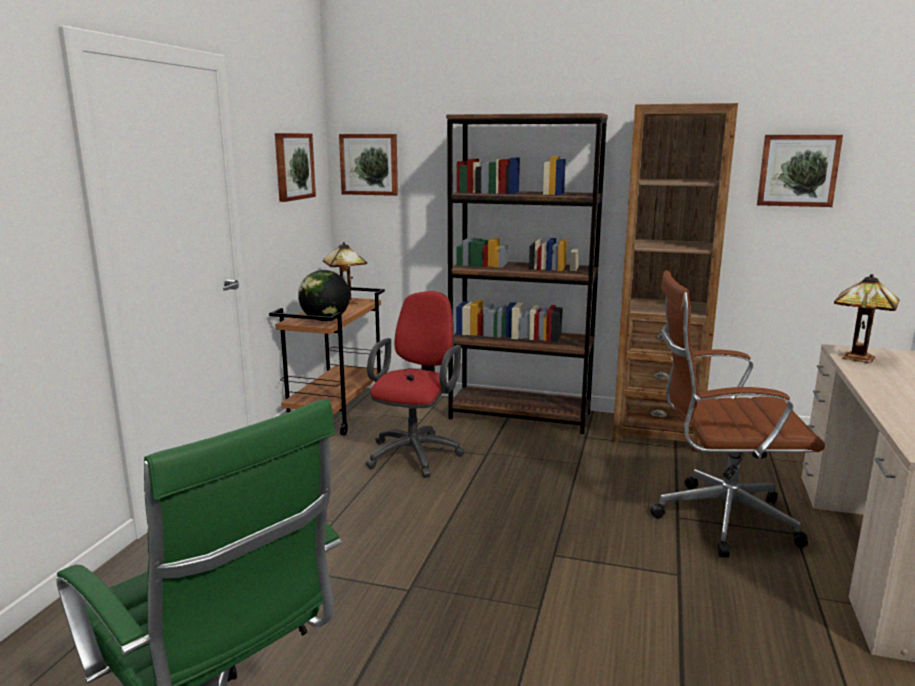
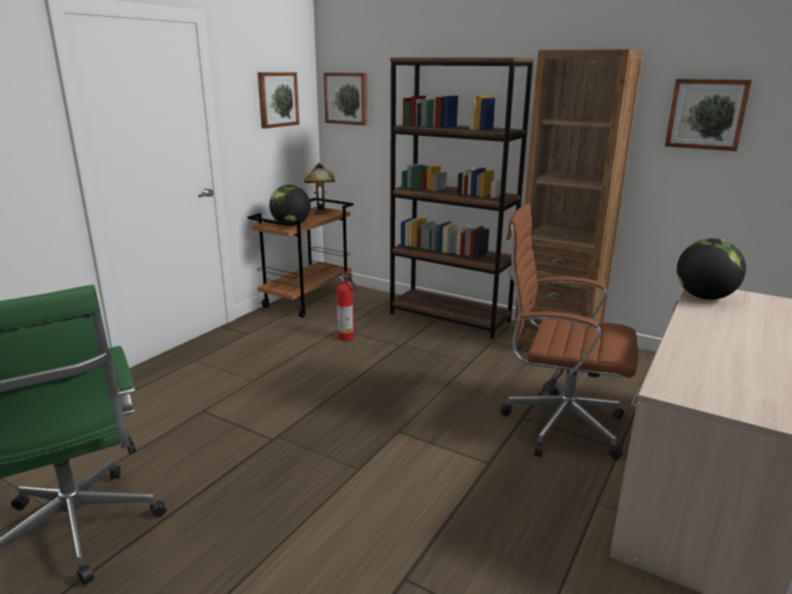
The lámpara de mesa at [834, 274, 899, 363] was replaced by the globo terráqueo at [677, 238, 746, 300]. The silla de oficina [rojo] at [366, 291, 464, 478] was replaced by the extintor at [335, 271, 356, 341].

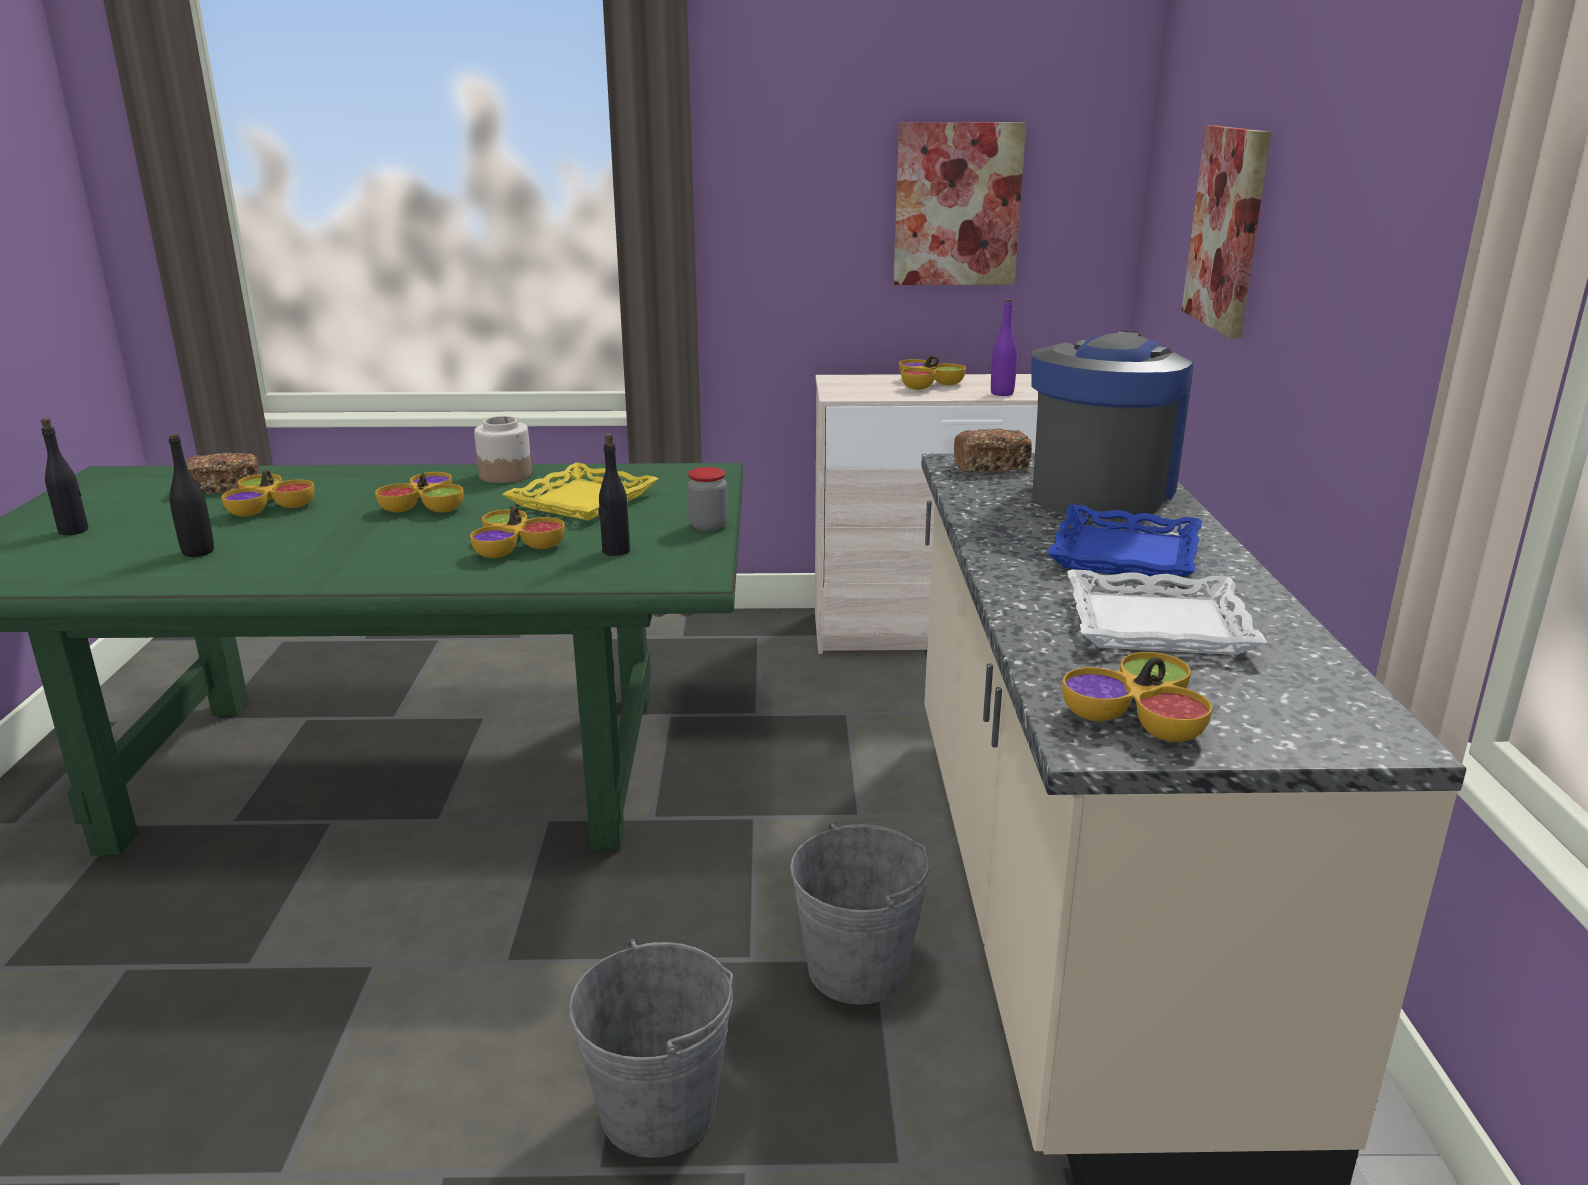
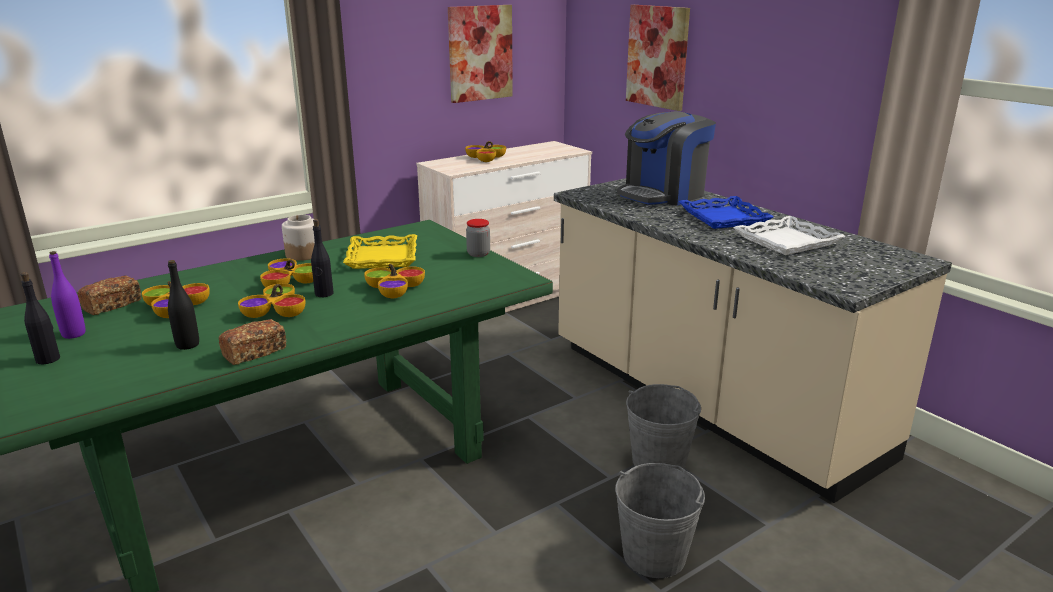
The botella [morado] moved from [991, 299, 1017, 396] to [49, 251, 86, 339]. The cafetera at [1031, 331, 1194, 519] turned 120 degrees counterclockwise. The pan moved from [954, 429, 1032, 472] to [219, 319, 287, 365]. The botella [negro] moved from [598, 433, 630, 556] to [311, 219, 334, 297]. The cuenco moved from [1062, 652, 1212, 742] to [238, 283, 305, 318].

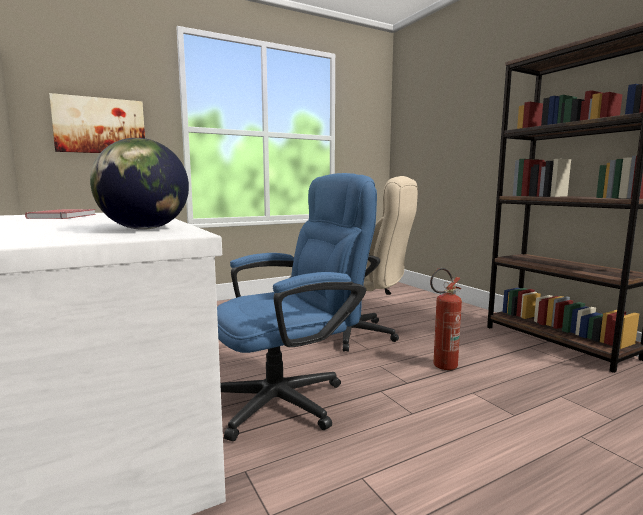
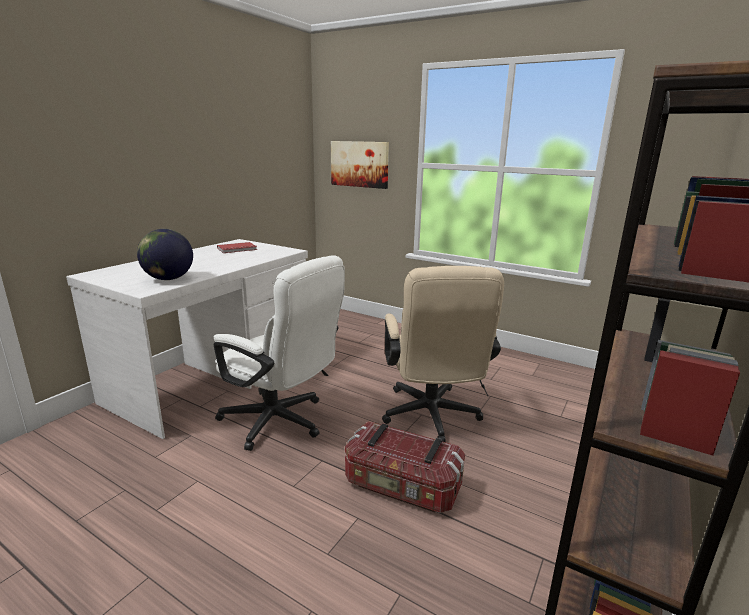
The silla de oficina [azul] at [217, 173, 377, 441] became the silla de oficina [blanco] at [214, 255, 345, 451]. The extintor at [430, 268, 462, 370] was replaced by the caja de almacenaje at [345, 421, 465, 513].

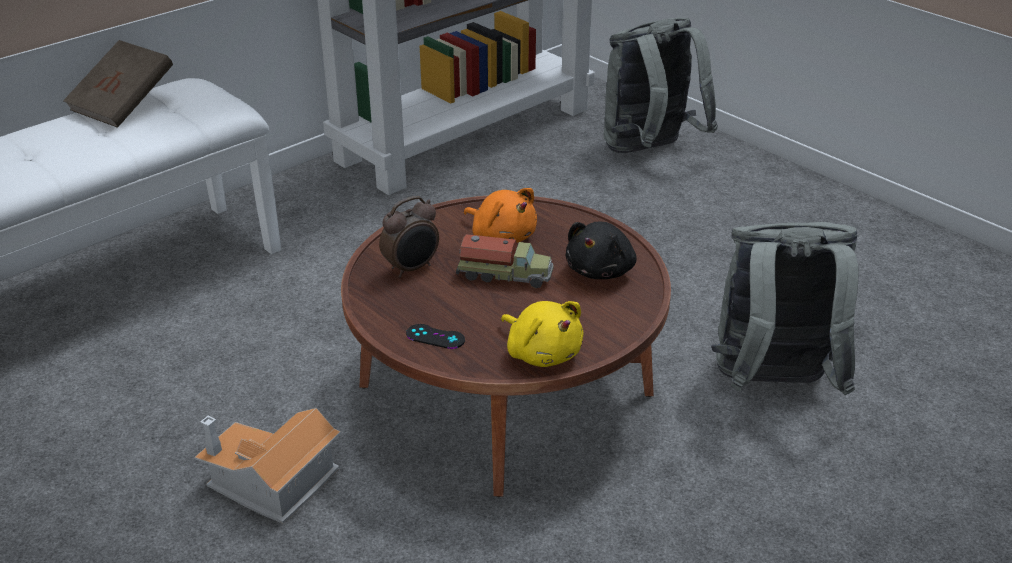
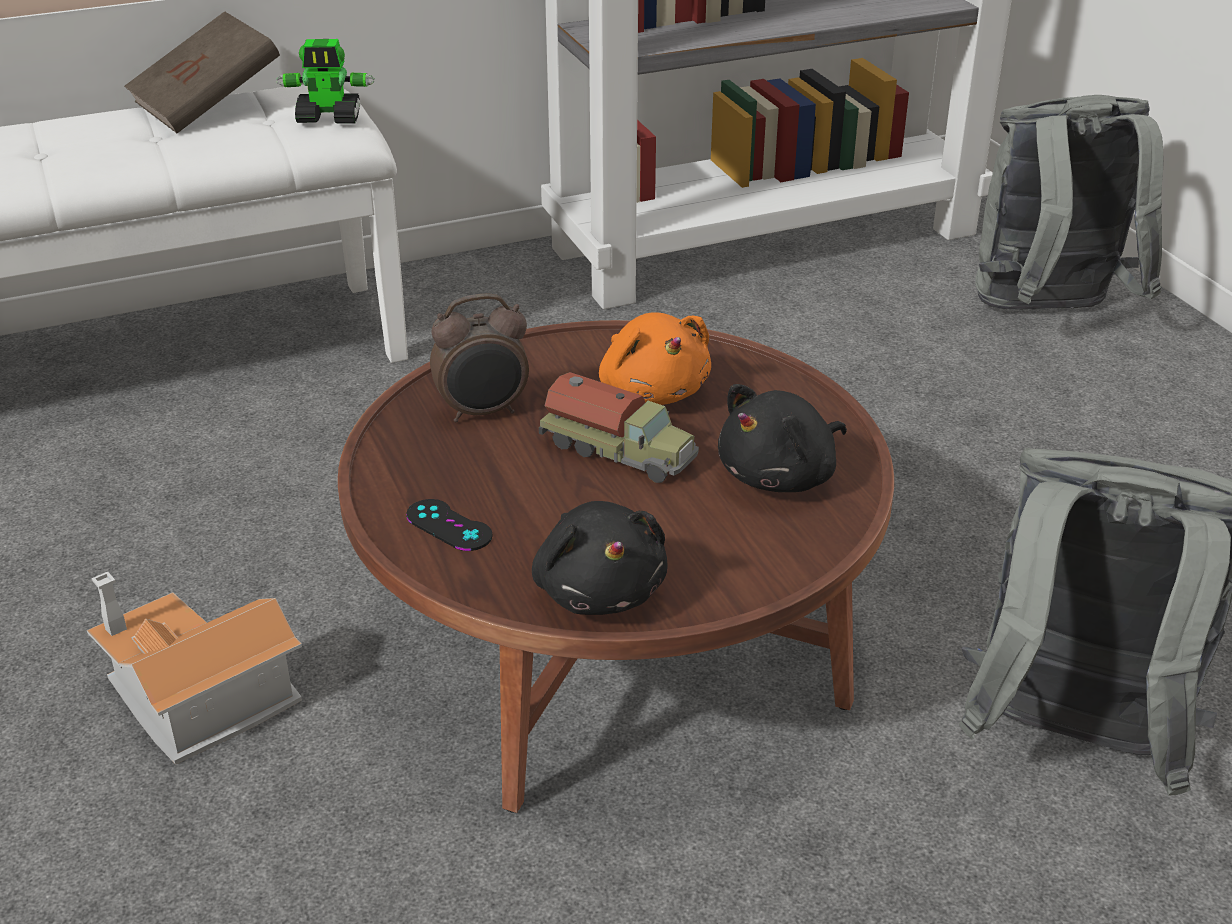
The peluche [amarillo] at [501, 301, 583, 367] became the peluche [negro] at [532, 501, 668, 615]. The robot de juguete at [276, 39, 375, 123] appeared.

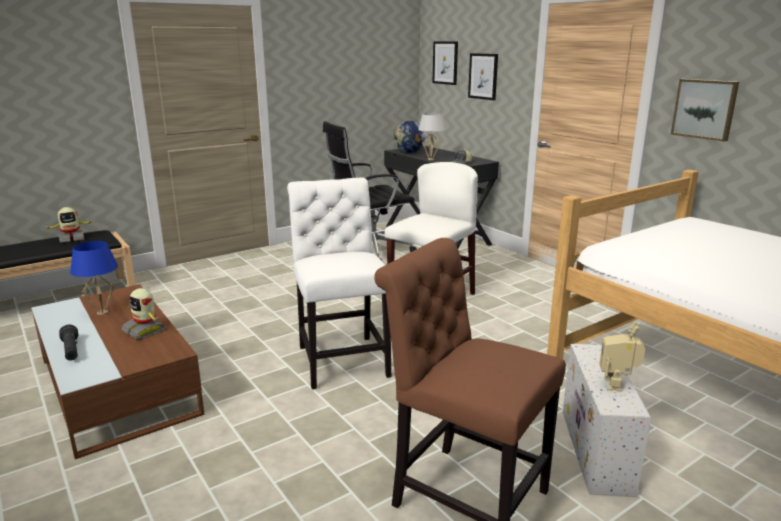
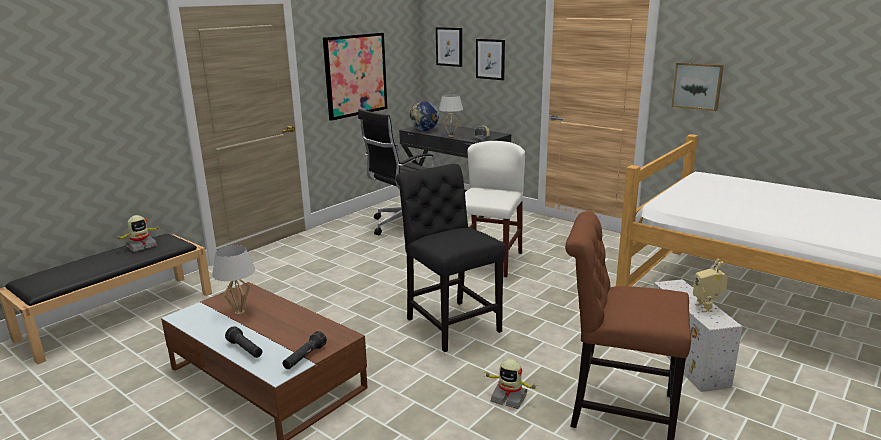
The silla [blanco] at [287, 178, 391, 389] became the silla [negro] at [396, 164, 506, 352]. The lámpara de mesa [azul] at [70, 241, 118, 315] became the lámpara de mesa [blanco] at [212, 245, 255, 315]. The robot de juguete moved from [121, 288, 166, 339] to [484, 359, 538, 409]. The cuadro at [323, 32, 387, 121] appeared. The linterna [negro] at [283, 331, 327, 369] appeared.

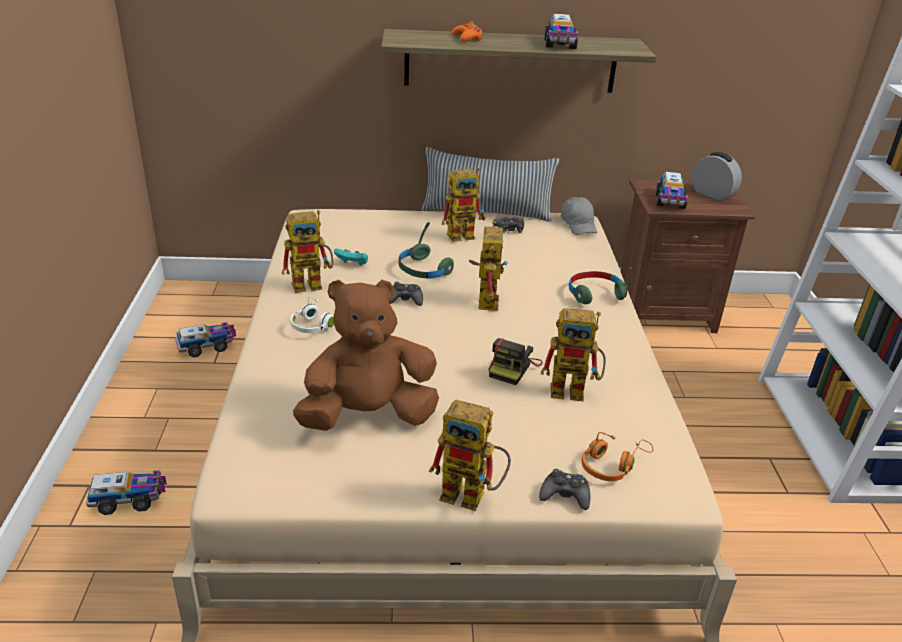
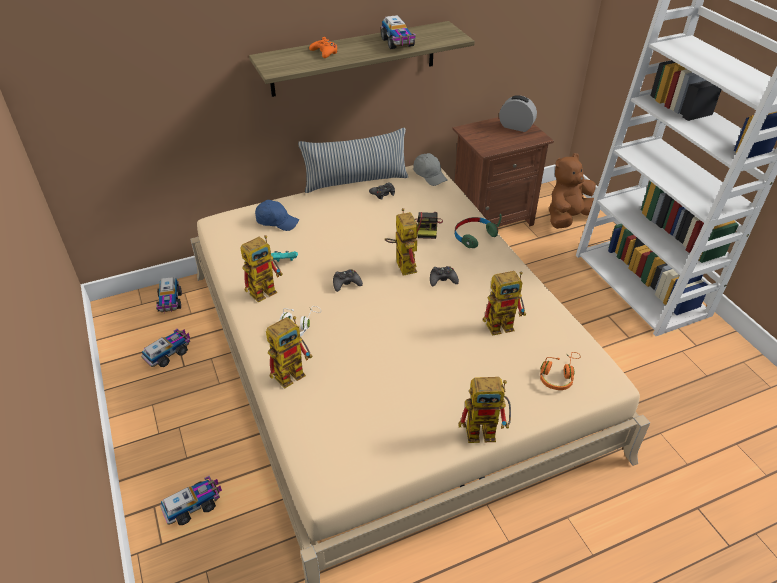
The robot de juguete moved from [442, 167, 486, 242] to [266, 316, 312, 388]. The camión de juguete moved from [656, 172, 688, 209] to [156, 277, 182, 314]. The auriculares [verde] at [399, 222, 454, 278] disappeared. The peluche [marrón] moved from [293, 280, 439, 431] to [549, 153, 596, 229]. The cámara moved from [488, 338, 543, 385] to [415, 212, 443, 239]. The mando de consola [negro] moved from [539, 469, 590, 510] to [430, 266, 459, 286]. The gorra [azul] at [255, 200, 299, 231] appeared.

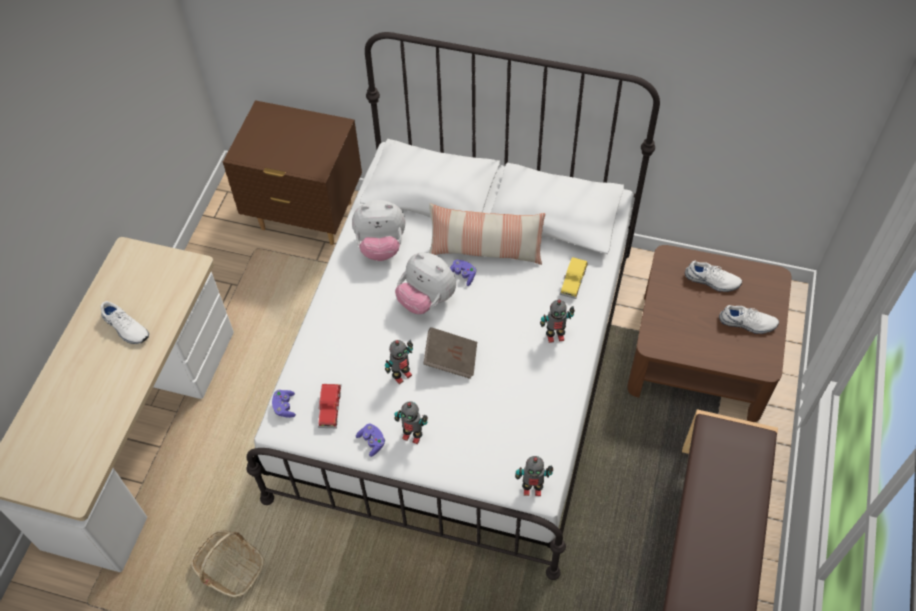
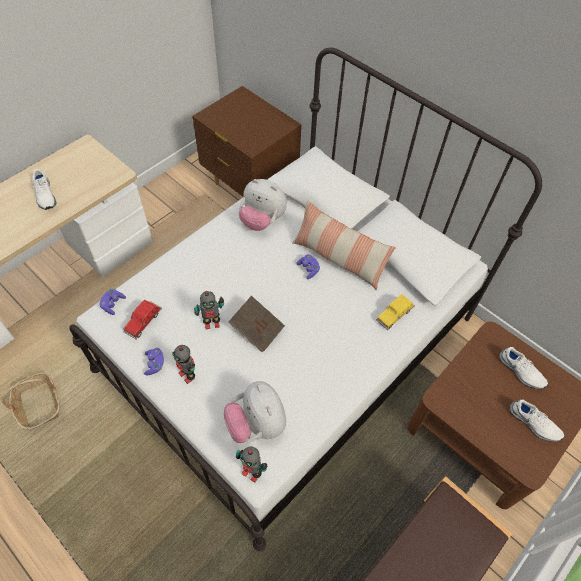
The peluche moved from [395, 252, 456, 314] to [224, 381, 286, 443]. The robot de juguete at [540, 300, 575, 343] disappeared.

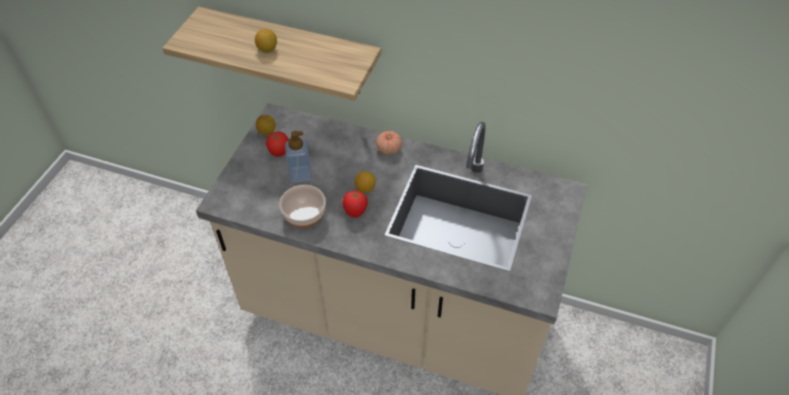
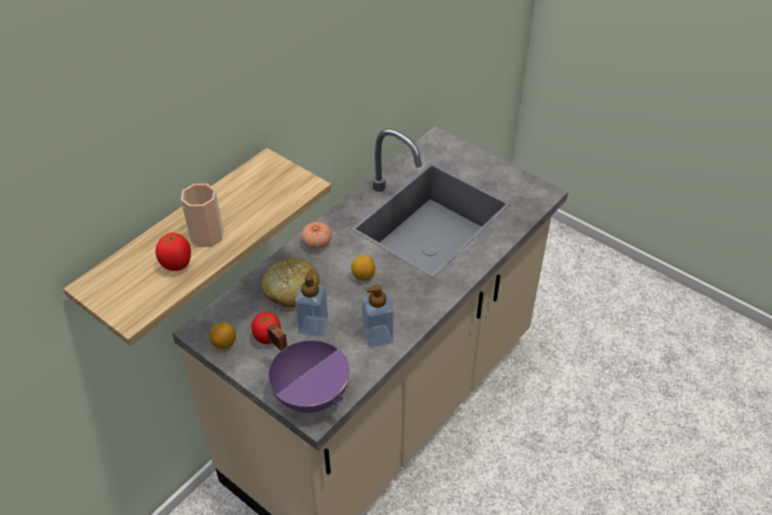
The limón at [255, 29, 277, 53] was replaced by the taza at [181, 184, 224, 247]. The cuenco at [279, 185, 326, 228] was replaced by the dispensador de jabón at [362, 284, 394, 348]. The tomate moved from [342, 190, 368, 218] to [156, 232, 191, 271]. The pan at [261, 258, 319, 307] appeared. The olla [morado] at [267, 323, 350, 413] appeared.

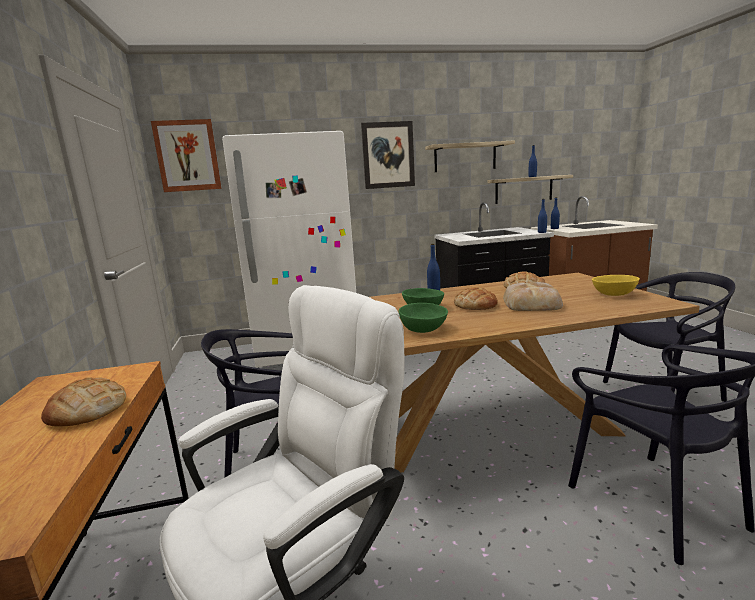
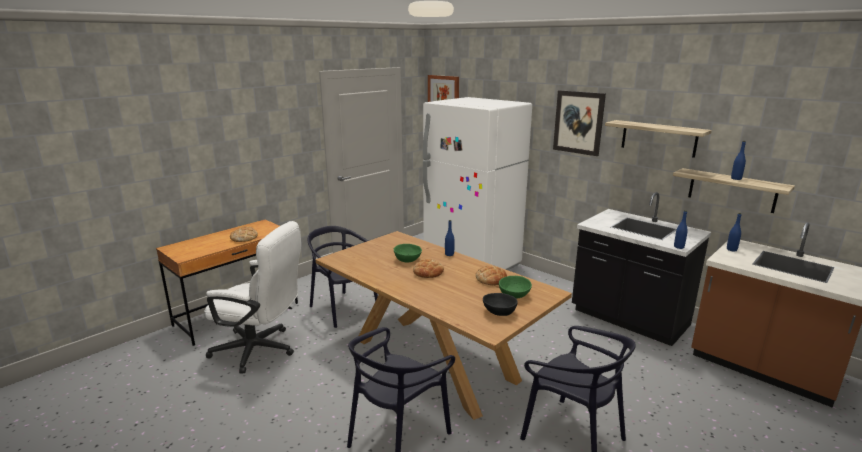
The cuenco [amarillo] at [592, 275, 640, 296] became the cuenco [negro] at [483, 293, 518, 316]. The pan at [503, 282, 563, 311] disappeared. The cuenco [verde] moved from [399, 303, 448, 333] to [499, 276, 532, 299].

